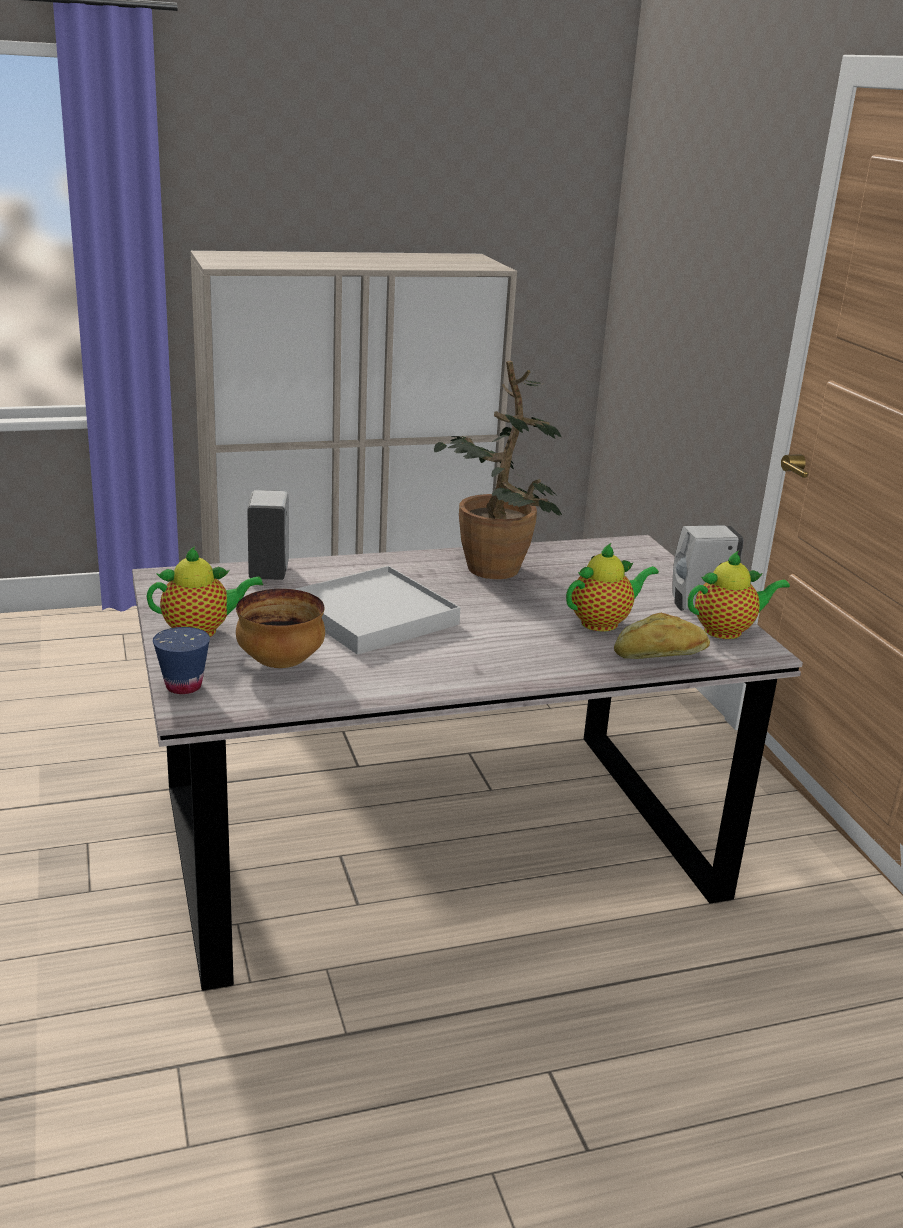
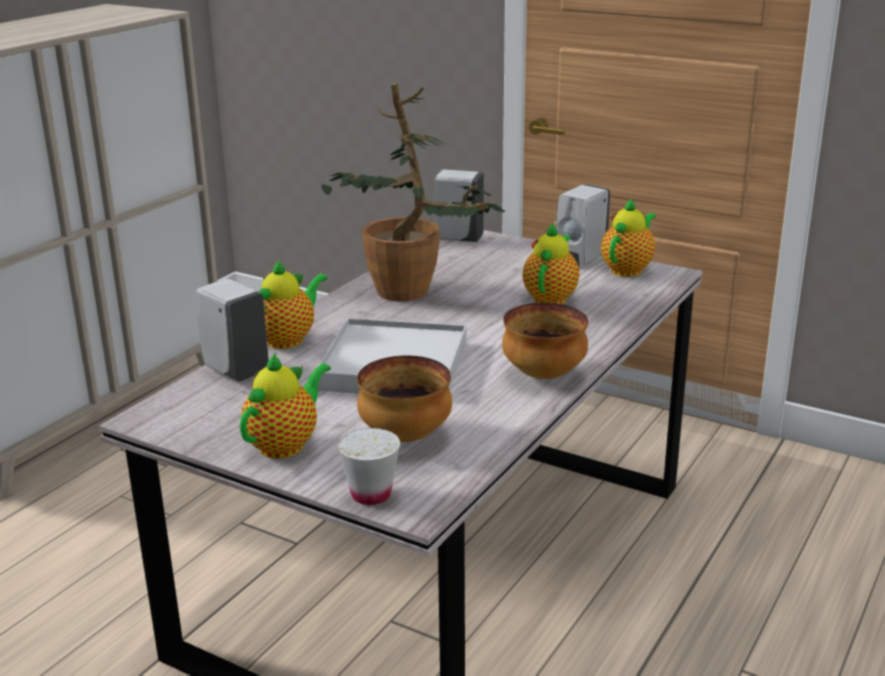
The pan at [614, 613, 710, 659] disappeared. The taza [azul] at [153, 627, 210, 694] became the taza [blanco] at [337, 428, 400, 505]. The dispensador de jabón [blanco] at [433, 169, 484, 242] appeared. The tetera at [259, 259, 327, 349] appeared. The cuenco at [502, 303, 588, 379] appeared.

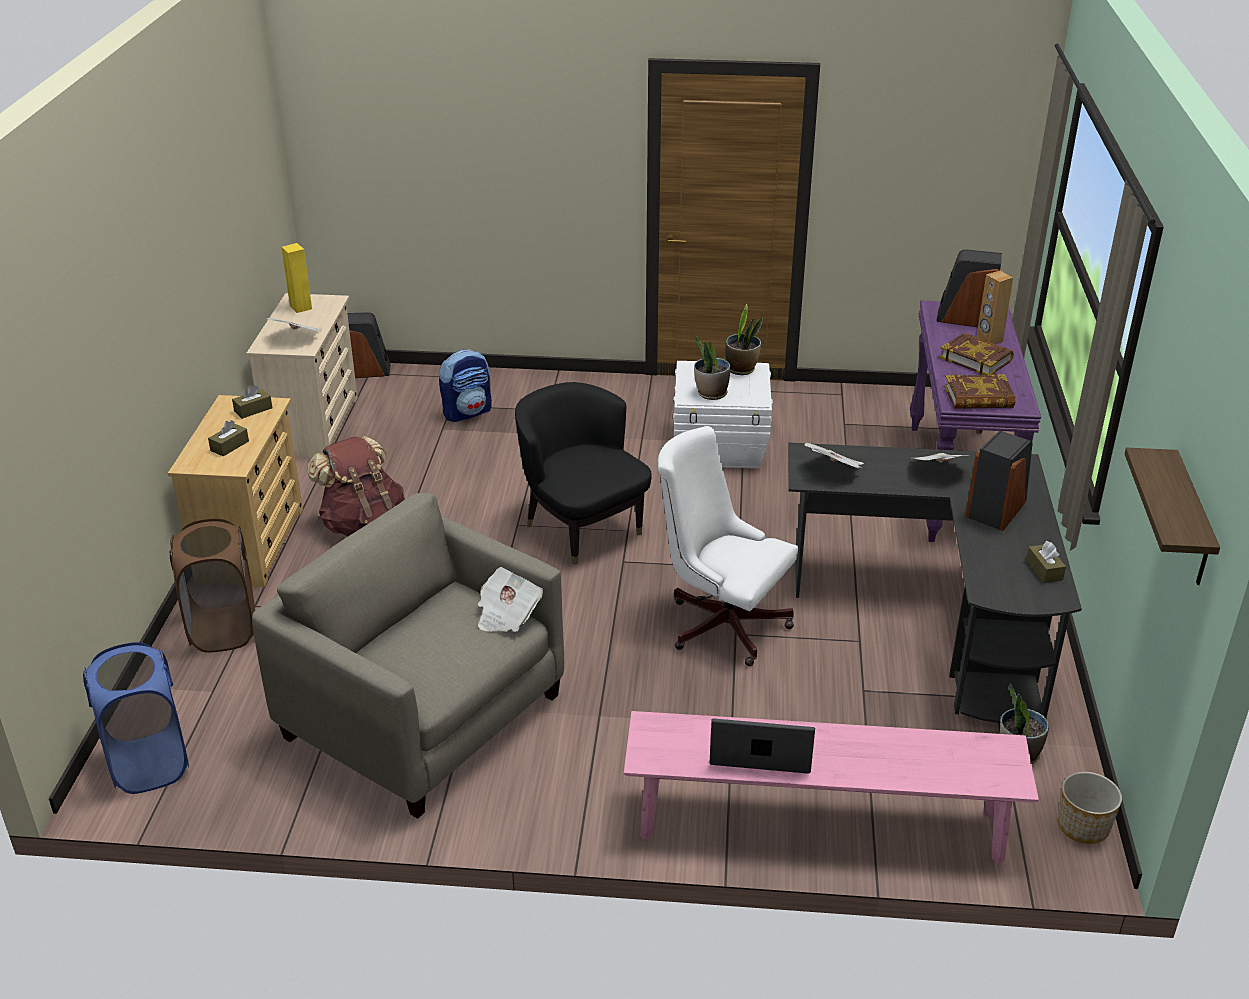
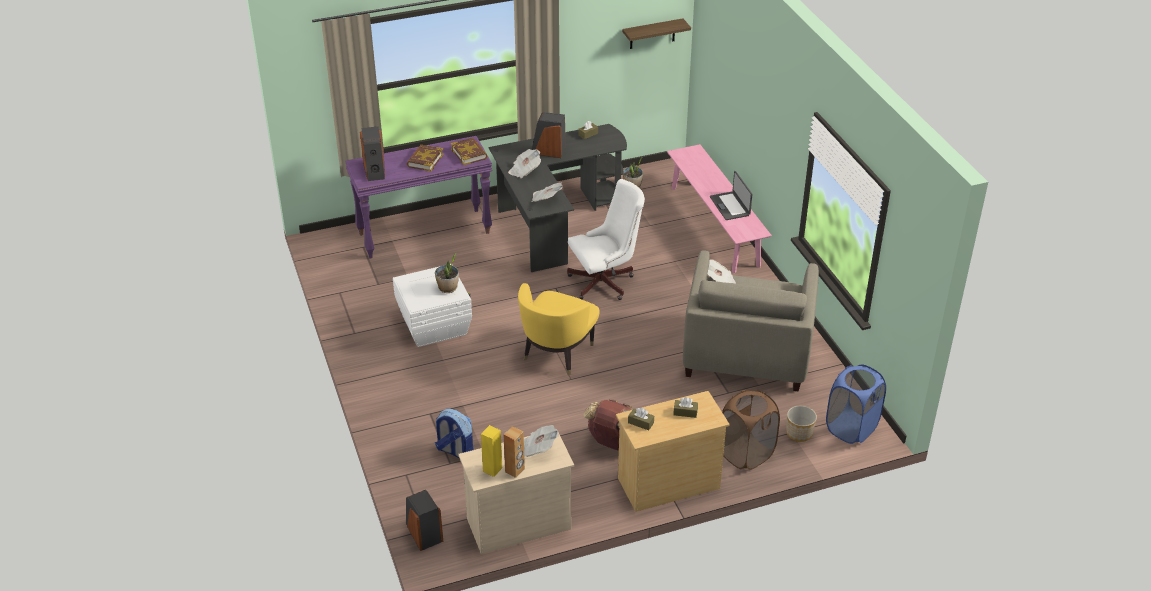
The altavoz [marrón] moved from [977, 271, 1013, 344] to [504, 426, 525, 478]. The planta en maceta at [725, 304, 763, 375] disappeared. The sillón [negro] at [515, 382, 652, 565] became the sillón [amarillo] at [518, 283, 600, 376]. The silla de oficina [blanco] at [658, 426, 798, 666] turned 120 degrees counterclockwise. The maceta moved from [1058, 772, 1122, 844] to [786, 406, 817, 442].

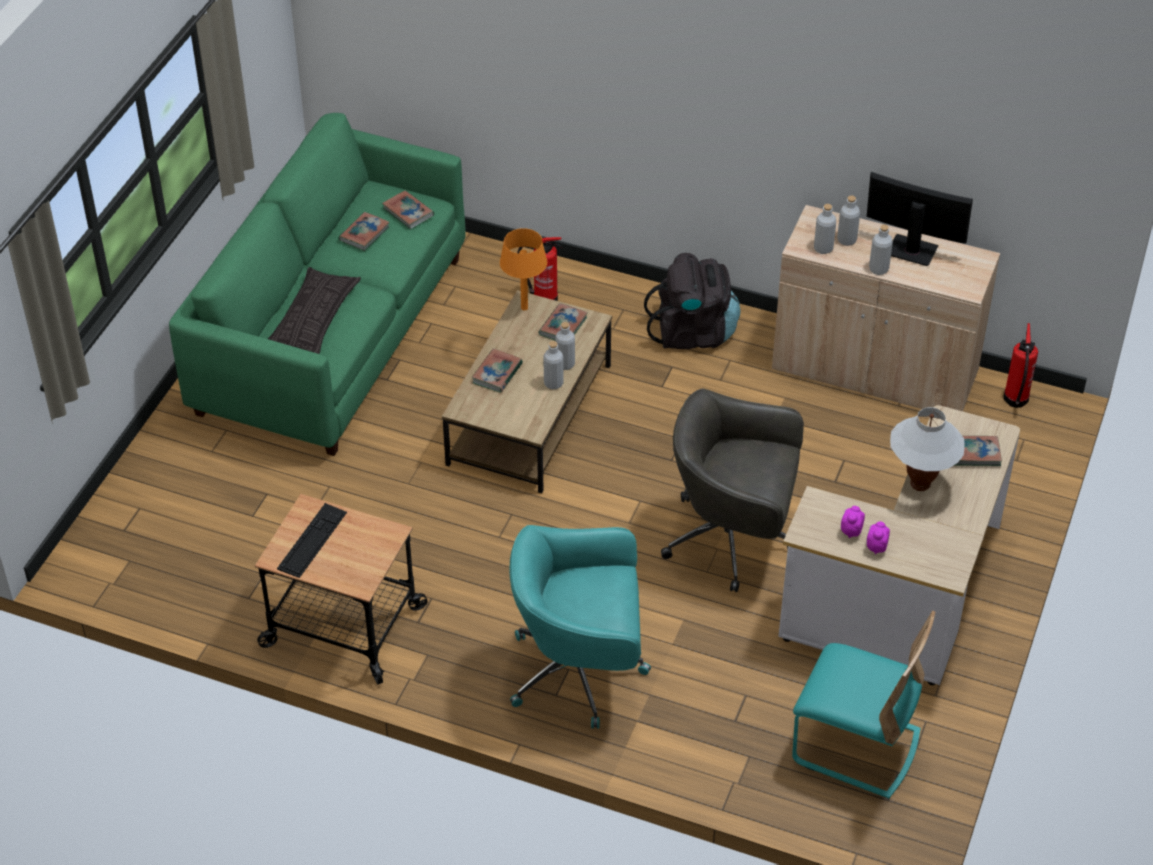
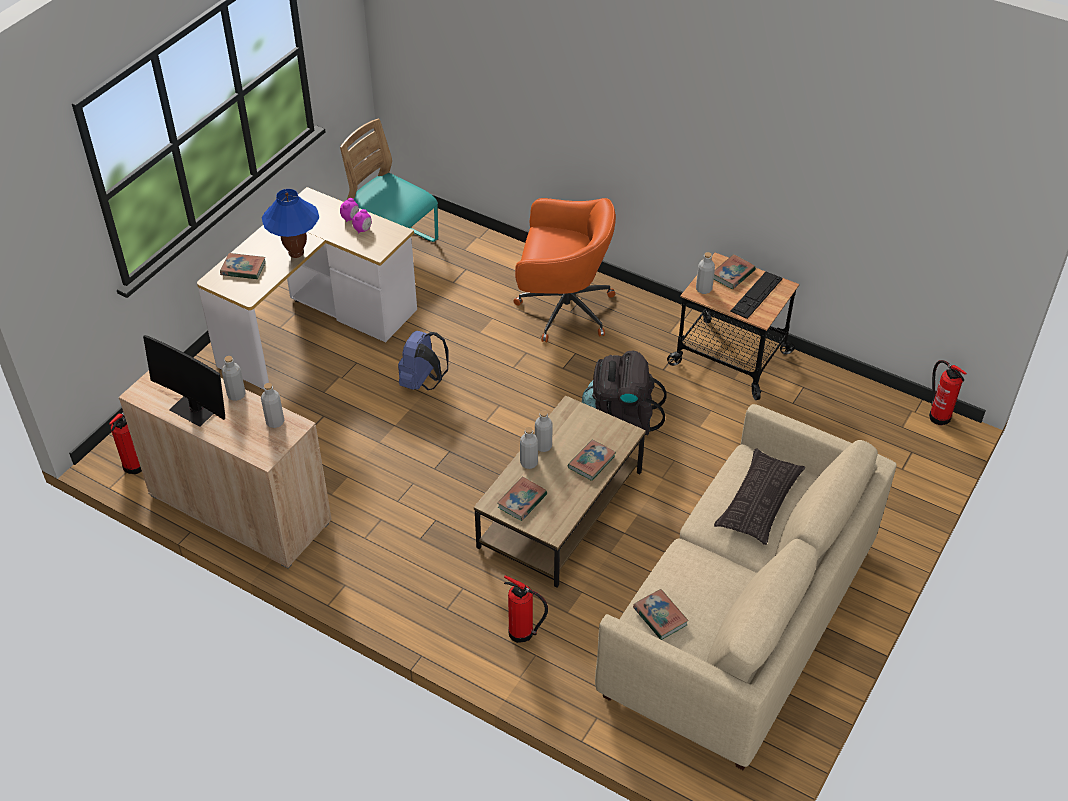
The sofá [verde] at [169, 113, 466, 456] became the sofá [beis] at [595, 404, 897, 770]. The botella [gris] moved from [837, 196, 860, 246] to [696, 252, 715, 294]. The libro moved from [339, 212, 390, 251] to [714, 254, 756, 289]. The lámpara de mesa [naranja] at [500, 228, 547, 311] disappeared. The mochila [negro] moved from [644, 253, 740, 349] to [582, 351, 666, 435]. The silla de oficina [gris] at [661, 389, 804, 592] was replaced by the mochila [azul] at [398, 331, 449, 390]. The lámpara de mesa [blanco] at [890, 407, 965, 491] became the lámpara de mesa [azul] at [262, 189, 319, 258]. The silla de oficina [turquesa] at [509, 525, 651, 729] became the silla de oficina [naranja] at [513, 198, 616, 342]. The extintor at [929, 360, 967, 425] appeared.

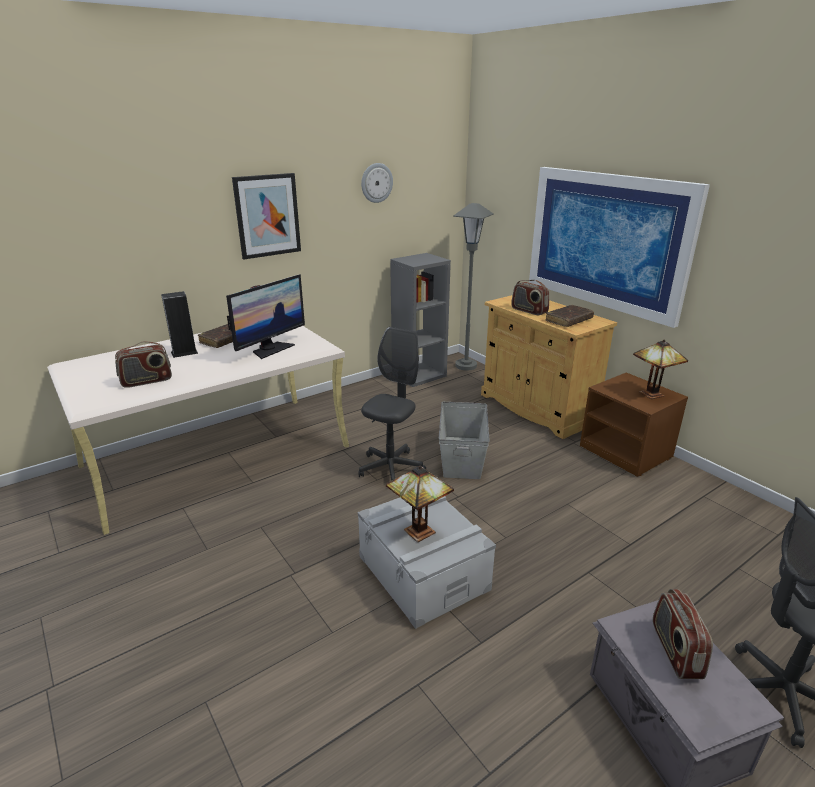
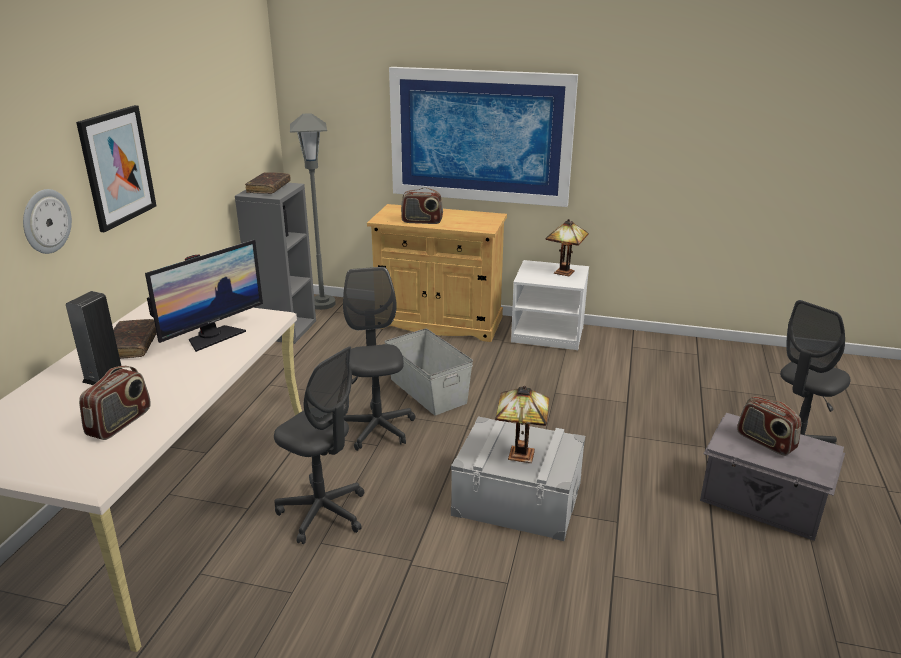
The reloj de pared moved from [361, 163, 393, 203] to [23, 189, 72, 254]. The monitor at [226, 274, 305, 359] turned 45 degrees clockwise. The libro [marrón] moved from [546, 305, 594, 327] to [245, 172, 291, 194]. The mesita de noche [marrón] at [580, 373, 688, 477] became the mesita de noche [blanco] at [511, 260, 589, 350]. The silla de oficina [gris] at [274, 346, 364, 544] appeared.

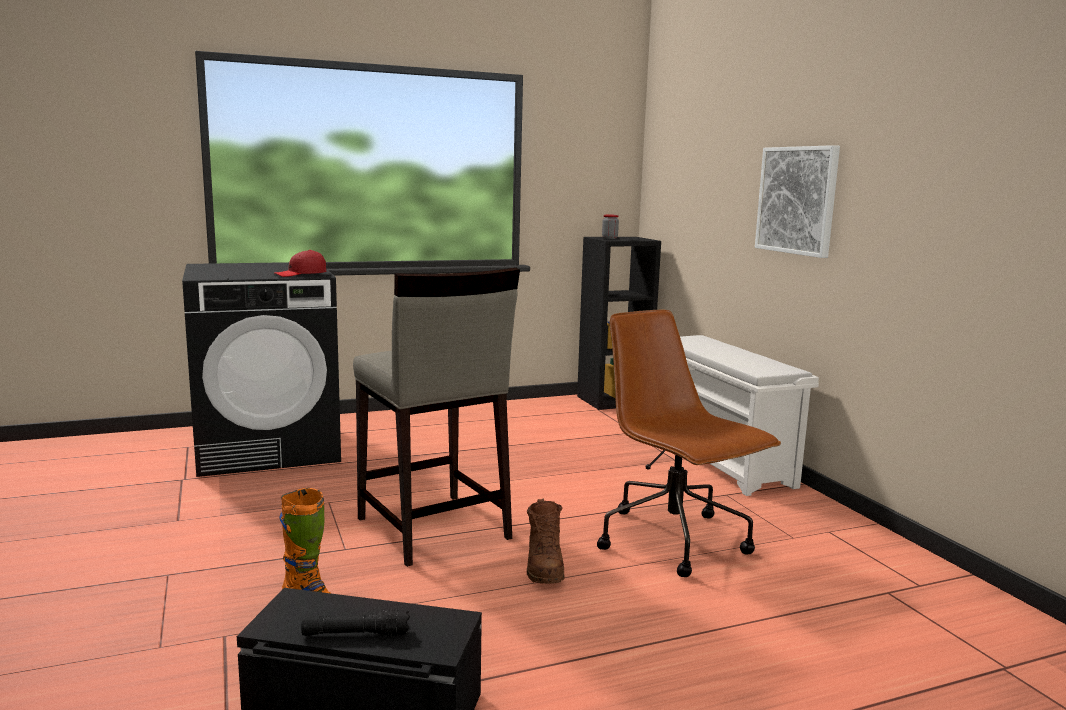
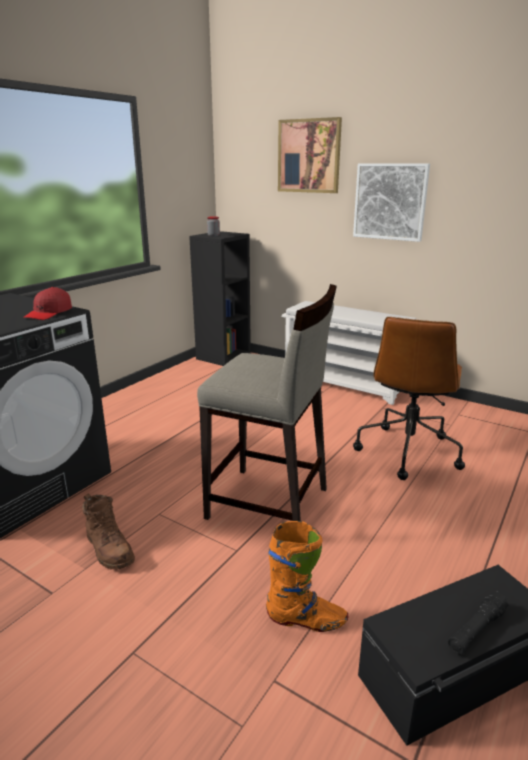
The silla de oficina [marrón] at [597, 310, 781, 577] turned 90 degrees counterclockwise. The bota [marrón] moved from [527, 498, 565, 584] to [82, 493, 135, 570]. The cuadro at [278, 117, 342, 193] appeared.

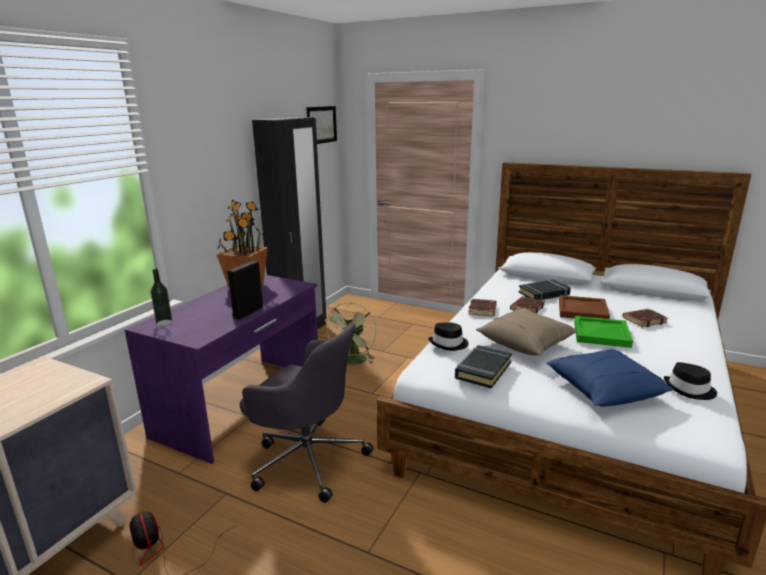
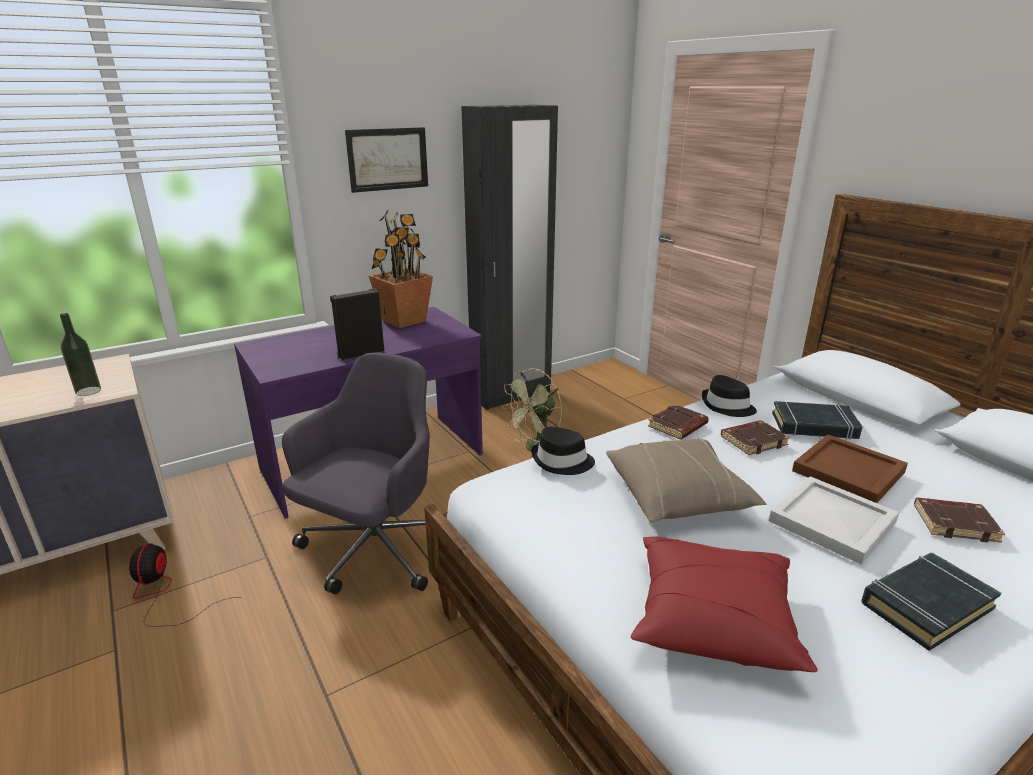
The cuadro moved from [306, 106, 337, 144] to [345, 127, 428, 193]. The botella moved from [151, 269, 173, 326] to [59, 313, 101, 396]. The bandeja [verde] at [574, 316, 633, 348] became the bandeja [blanco] at [769, 476, 899, 565]. The silla de oficina [gris] at [240, 322, 374, 503] turned 120 degrees counterclockwise. The libro [negro] moved from [455, 345, 512, 388] to [861, 553, 1002, 651]. The cojín [azul] at [546, 349, 674, 407] became the cojín [rojo] at [631, 537, 818, 672]. The sombrero [negro] moved from [664, 362, 717, 400] to [702, 375, 757, 417].

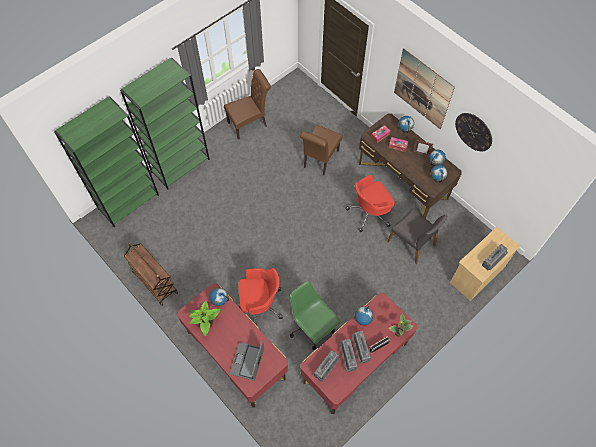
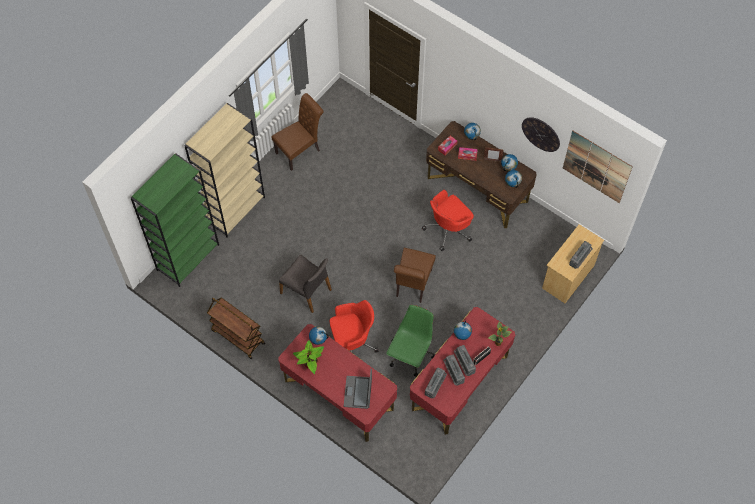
The cuadro moved from [394, 48, 455, 129] to [563, 131, 633, 203]. The estantería [verde] at [120, 58, 210, 190] became the estantería [beis] at [184, 103, 265, 238]. The silla [marrón] moved from [300, 125, 343, 176] to [394, 248, 436, 303]. The silla [gris] moved from [387, 208, 447, 264] to [279, 255, 332, 313]. The silla de oficina [verde] at [290, 281, 341, 350] turned 75 degrees clockwise.

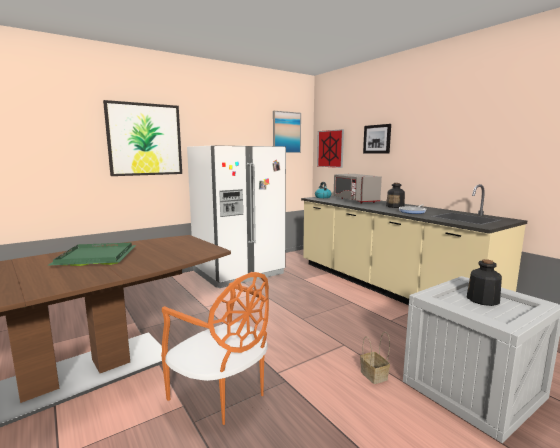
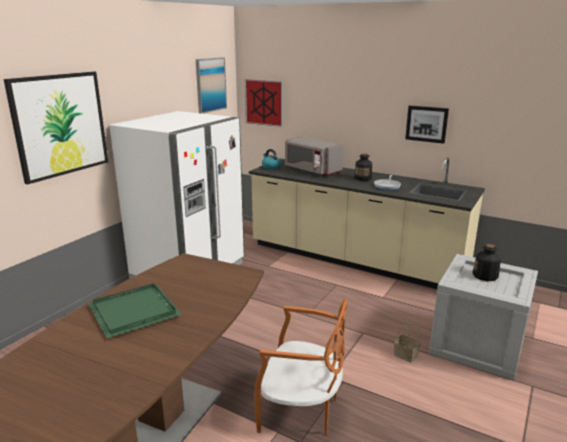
The cuadro moved from [363, 124, 391, 153] to [405, 105, 449, 144].

